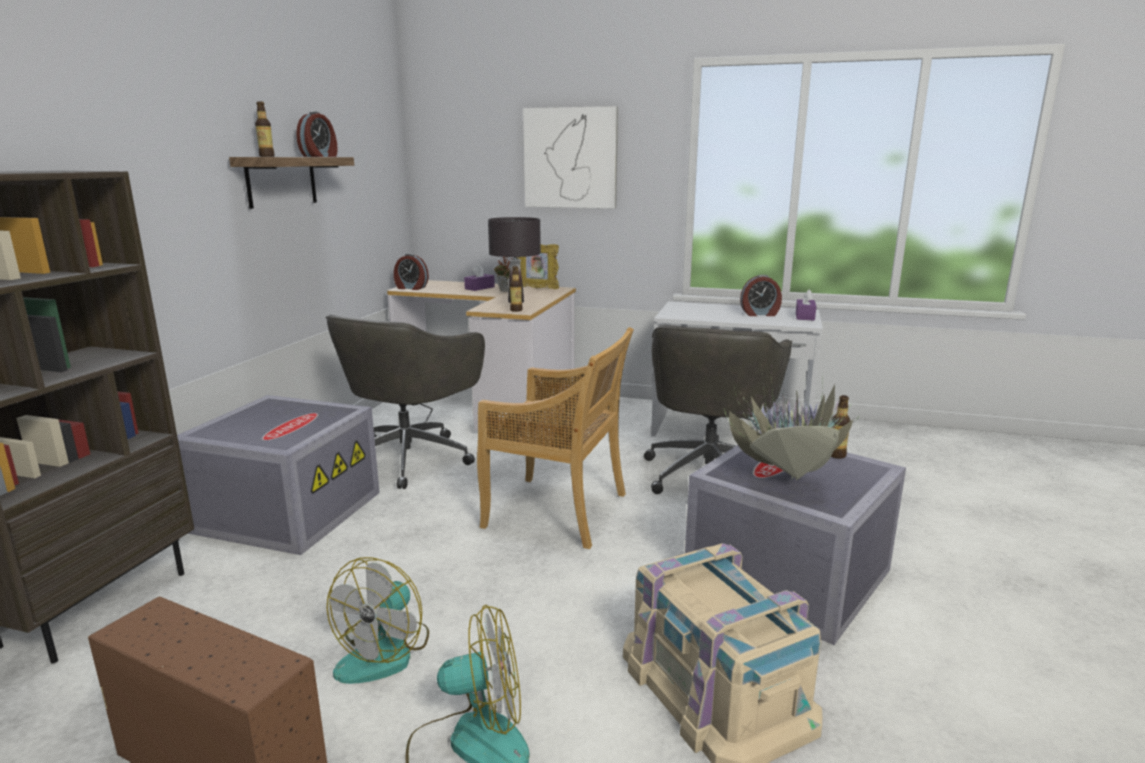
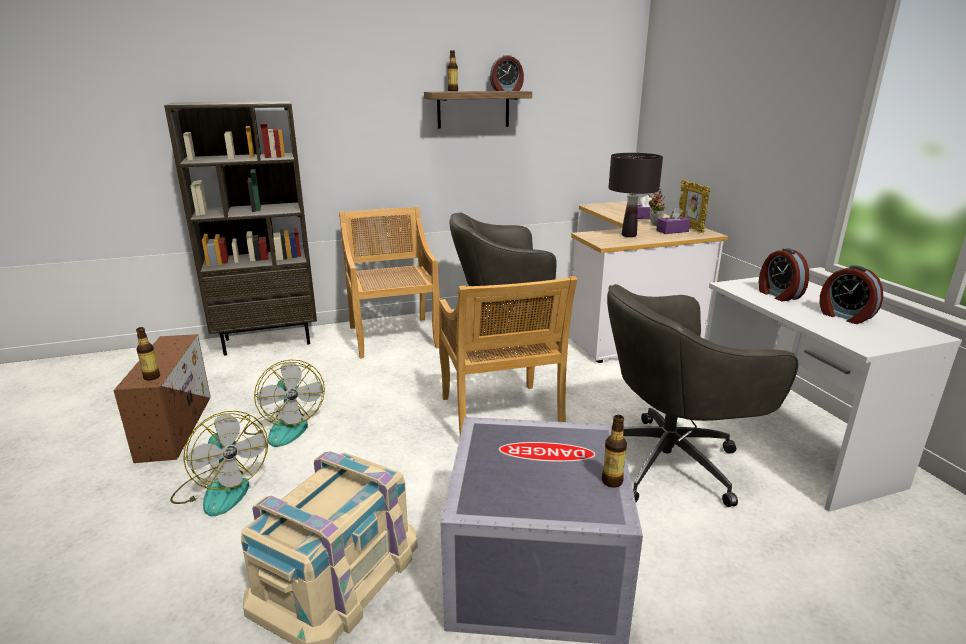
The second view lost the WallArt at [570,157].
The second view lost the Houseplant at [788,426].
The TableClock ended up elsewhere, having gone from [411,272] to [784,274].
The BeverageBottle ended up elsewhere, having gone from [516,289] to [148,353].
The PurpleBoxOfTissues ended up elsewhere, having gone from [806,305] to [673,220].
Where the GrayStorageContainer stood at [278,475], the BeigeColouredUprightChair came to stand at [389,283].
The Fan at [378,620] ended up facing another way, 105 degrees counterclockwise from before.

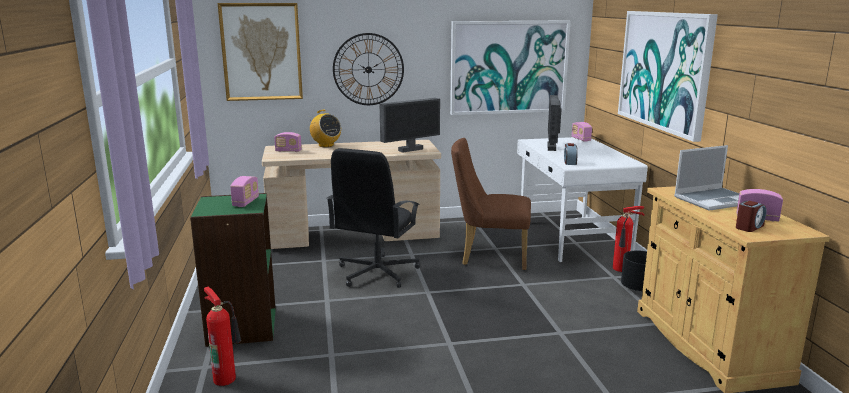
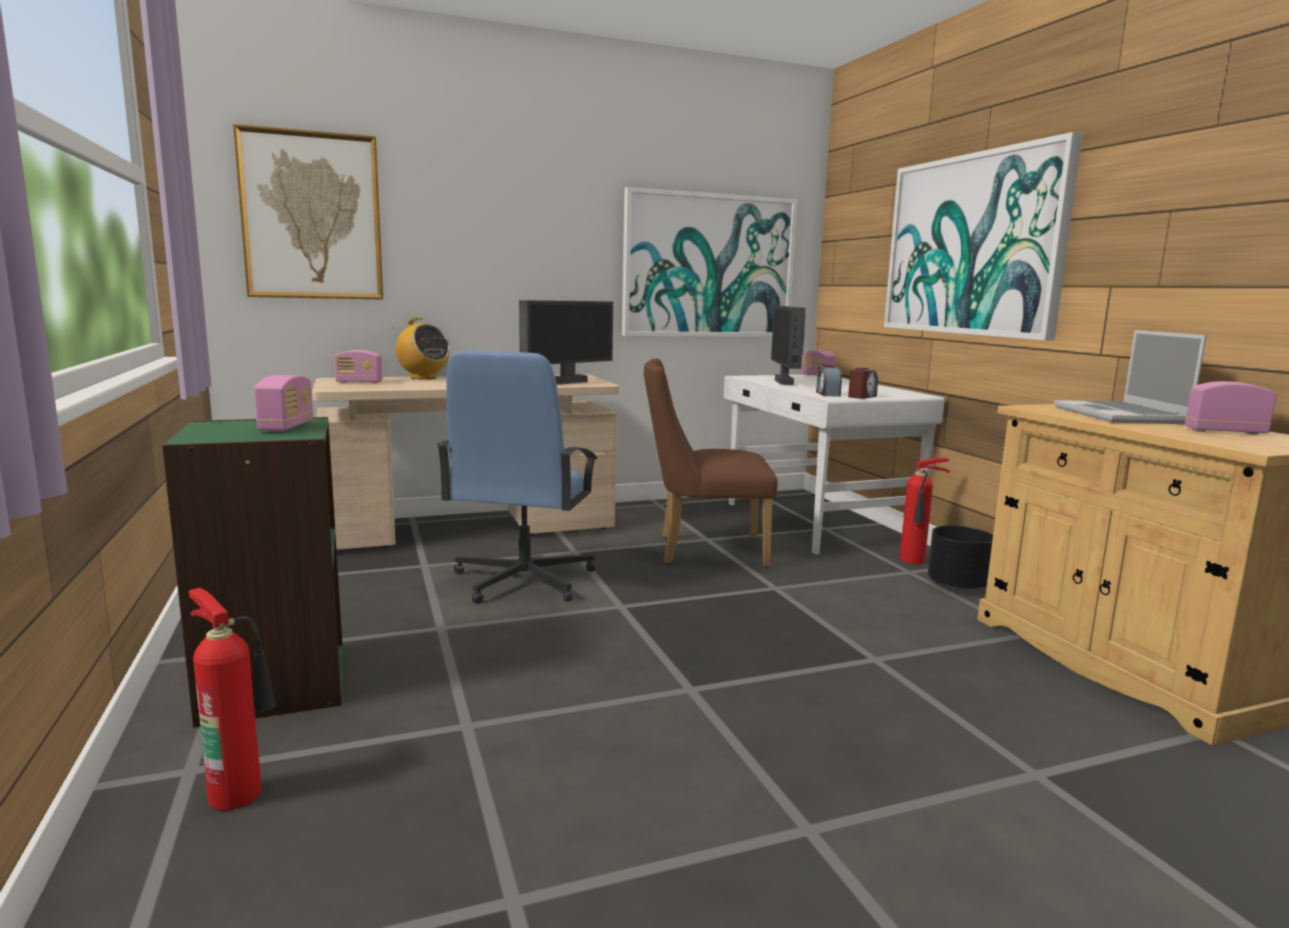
The second view lost the HangingClock at [368,69].
The TableClock ended up elsewhere, having gone from [751,216] to [863,383].
What was the BlackOfficeChair at [373,218] turned into the BlueColouredOfficeChair at [517,477].
The NotebookComputer at [706,178] ended up facing another way, 120 degrees clockwise from before.

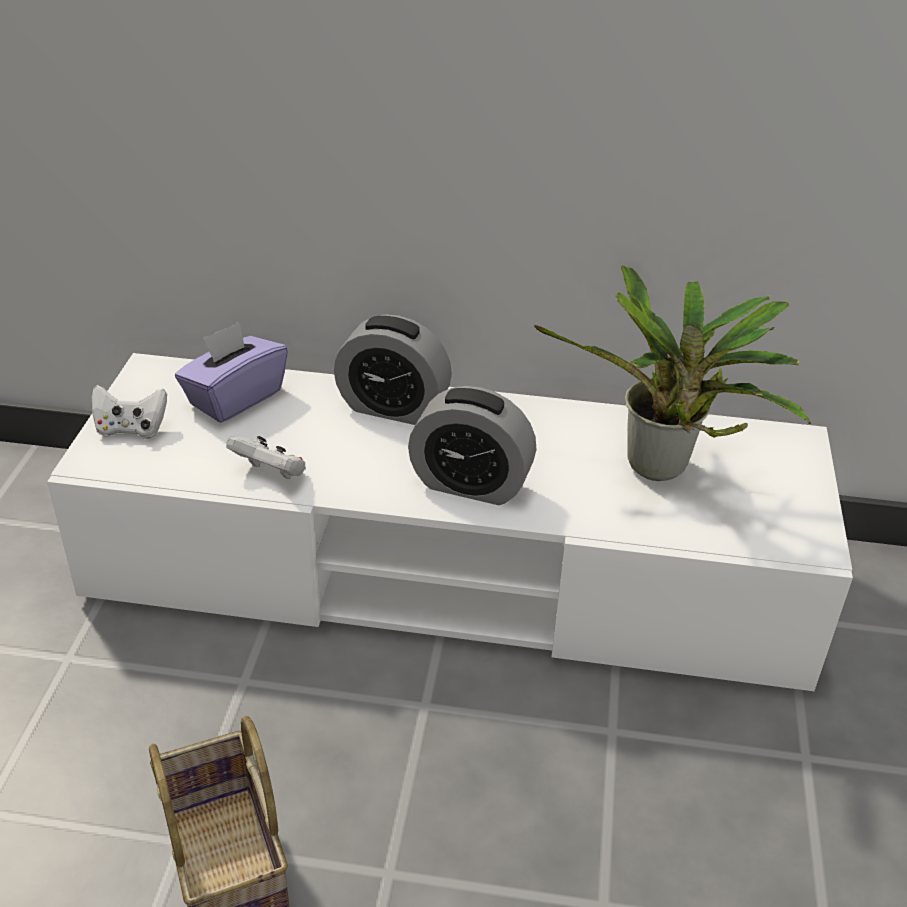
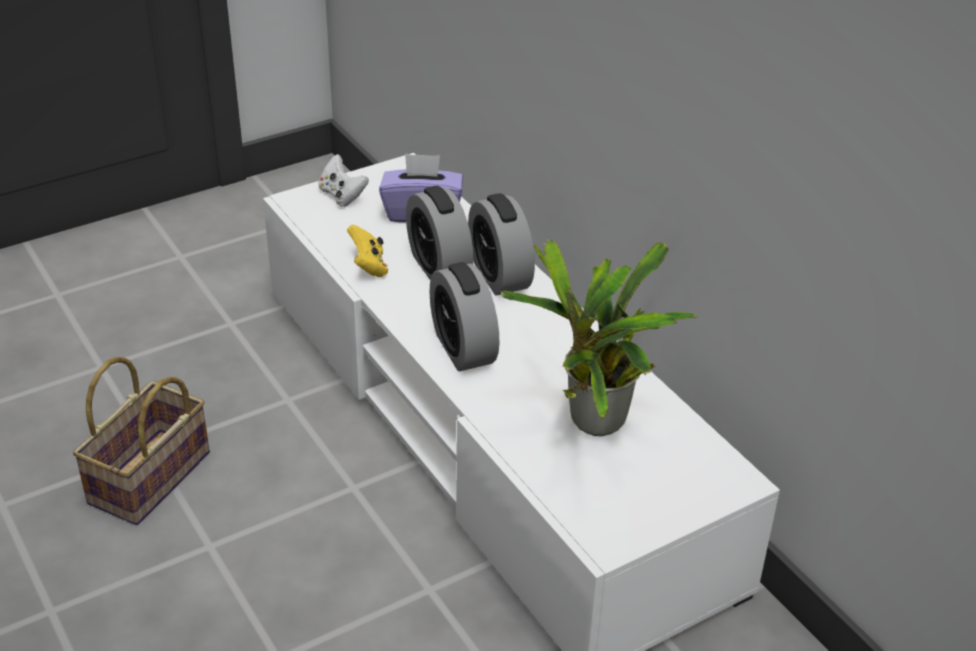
The second view gained the TableClock at [439,233].
What was the WhiteColouredGameController at [266,457] turned into the YellowColouredGameController at [367,251].

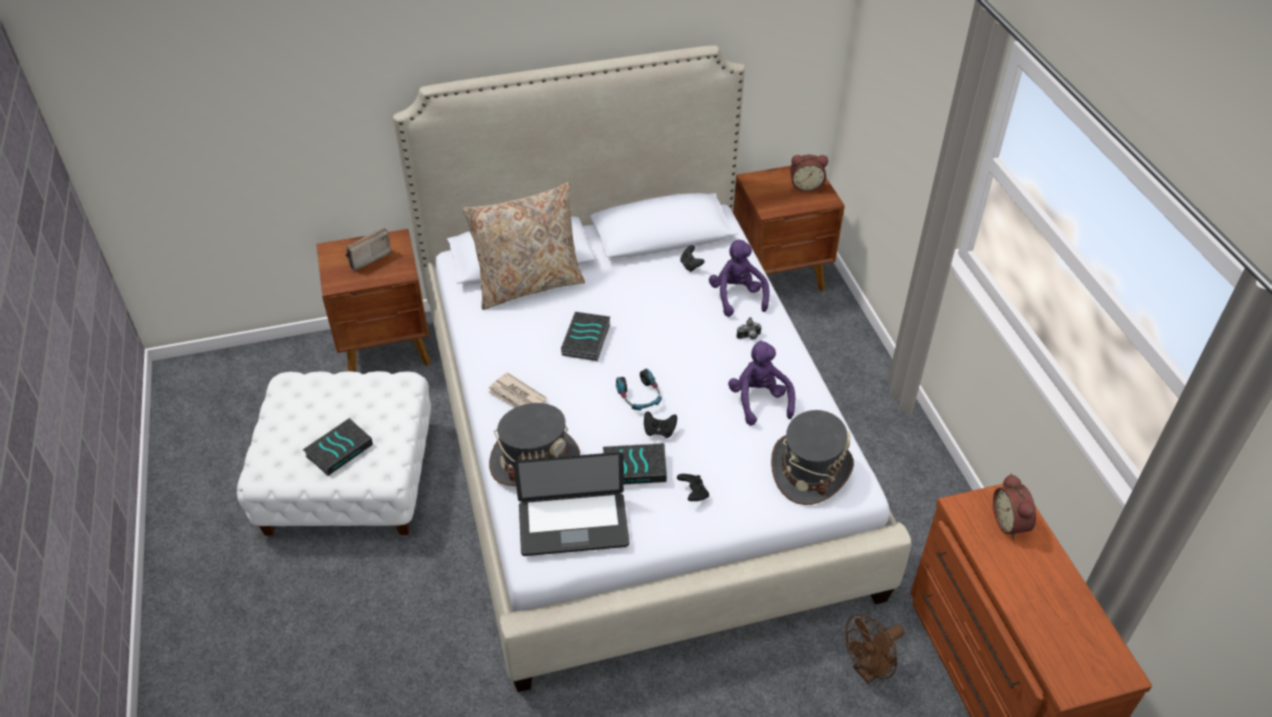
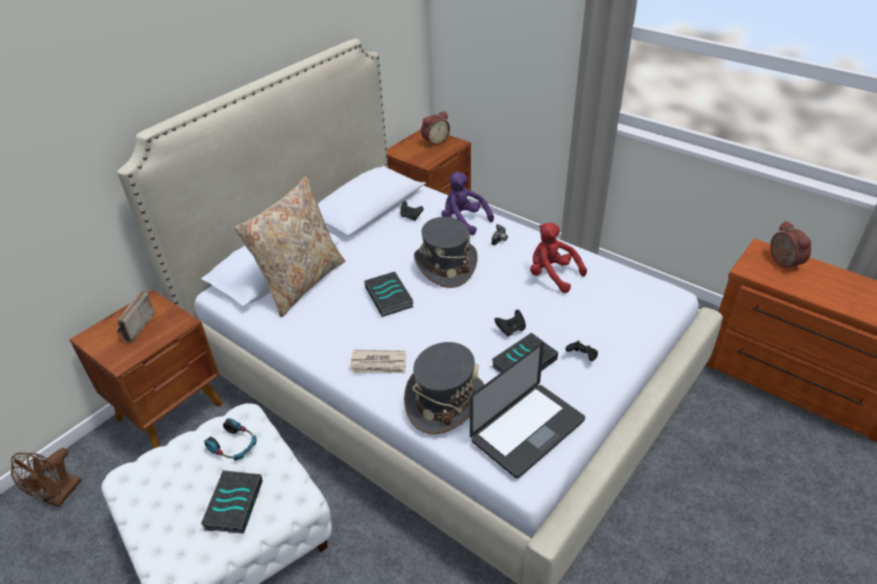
The PairOfHeadphones ended up elsewhere, having gone from [639,390] to [230,439].
The GrayWearableHat ended up elsewhere, having gone from [812,457] to [445,252].
The BrownishFan ended up elsewhere, having gone from [875,648] to [46,477].
What was the PurpleSoftToy at [761,383] turned into the ReddishSoftToy at [558,257].
The TableClock at [1014,506] ended up facing another way, 150 degrees counterclockwise from before.

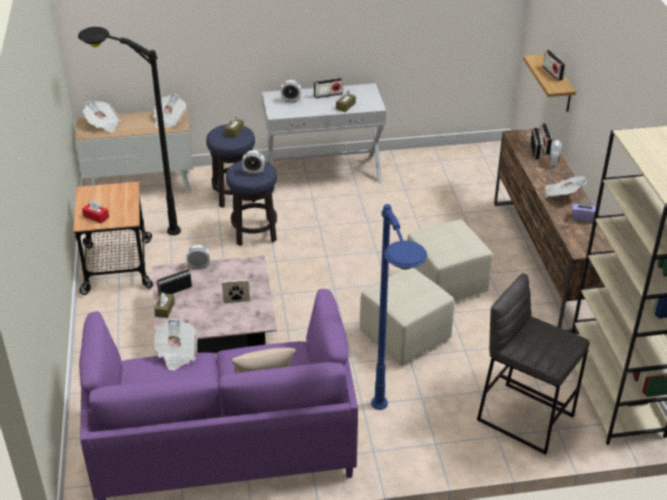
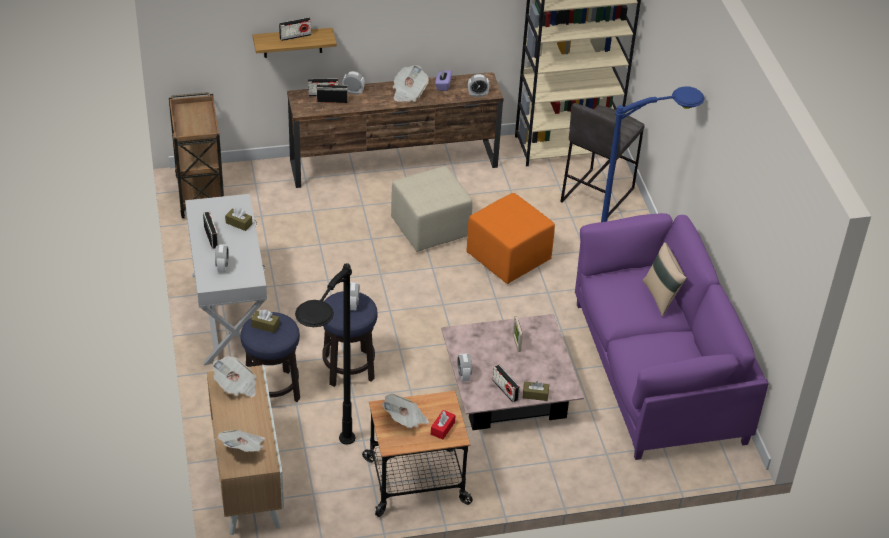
The second view gained the BrownishCart at [196,155].
The second view gained the TableClock at [479,85].
The PrintedPaper ended up elsewhere, having gone from [175,344] to [405,411].
What was the BeigeColouredPouffe at [407,316] turned into the OrangeyPouffe at [510,238].

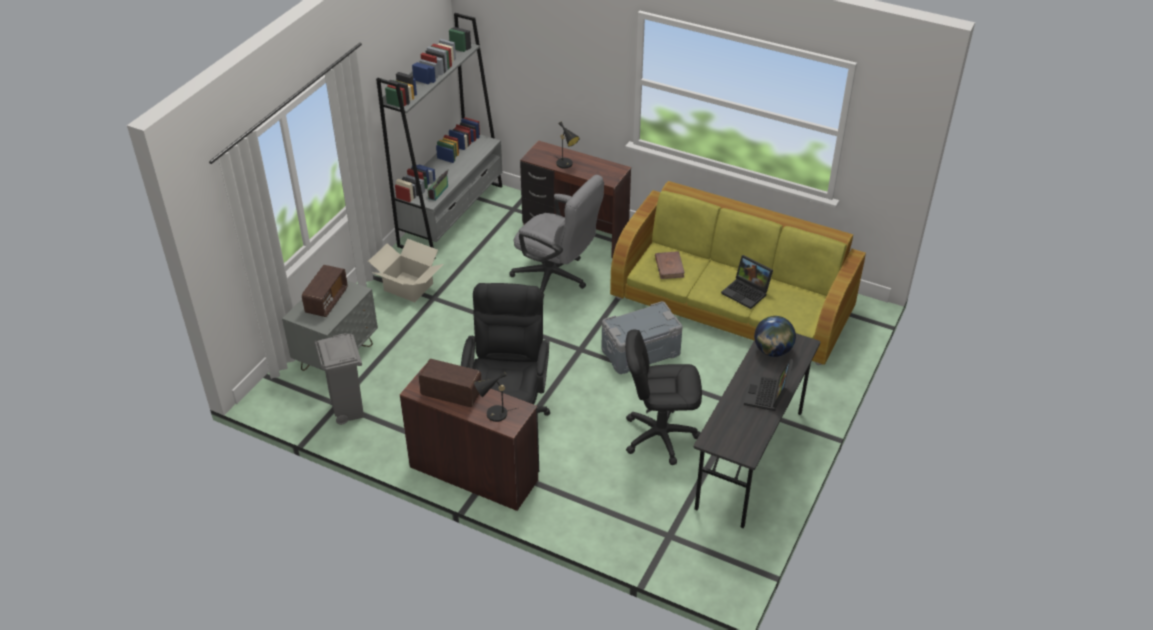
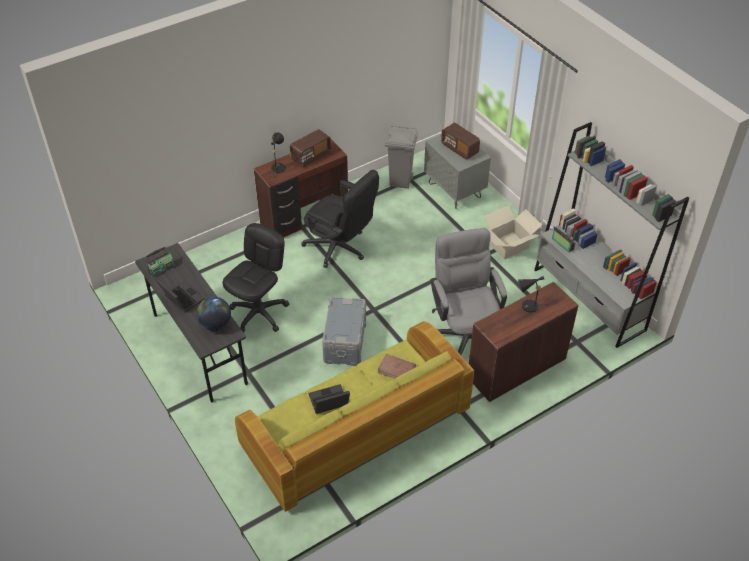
The second view gained the RadioReceiver at [160,261].
The GrayOfficeChair at [556,236] ended up facing another way, 105 degrees clockwise from before.

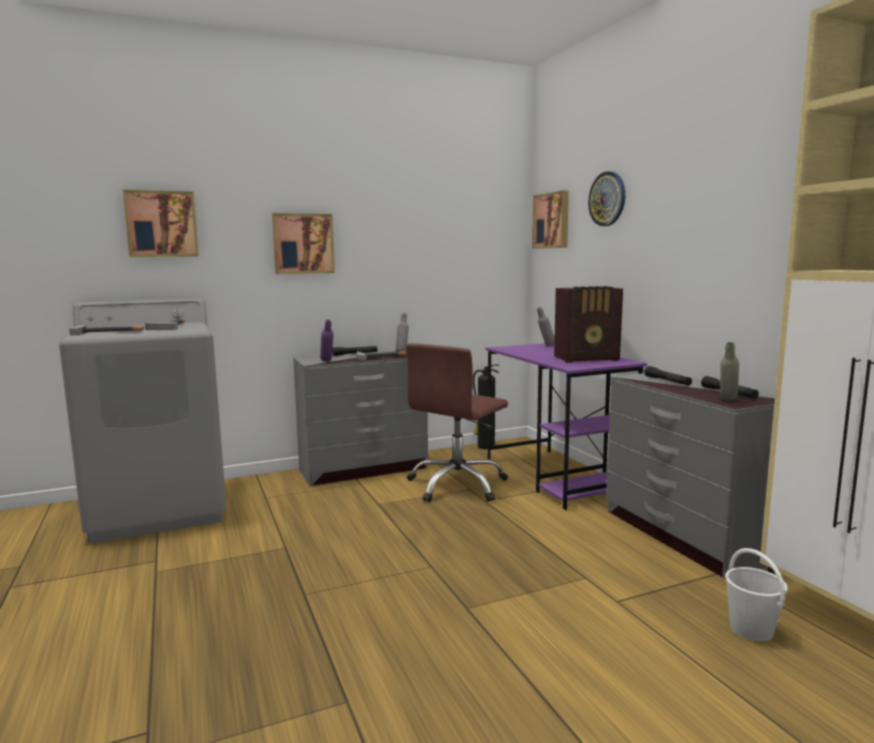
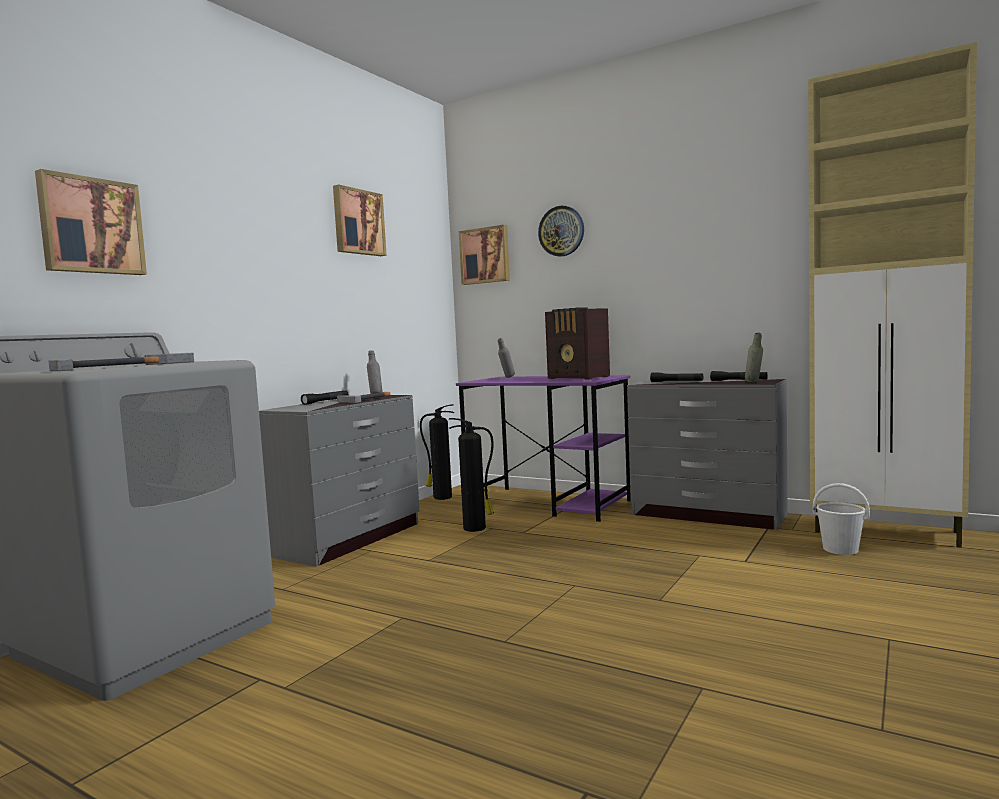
The second view lost the PurpleBeverageBottle at [327,340].
The WallArt ended up elsewhere, having gone from [303,243] to [360,220].
Where the BrownishOfficeChair stood at [457,422], the Extinguisher came to stand at [471,475].
The RadioReceiver at [588,324] ended up facing another way, 90 degrees clockwise from before.

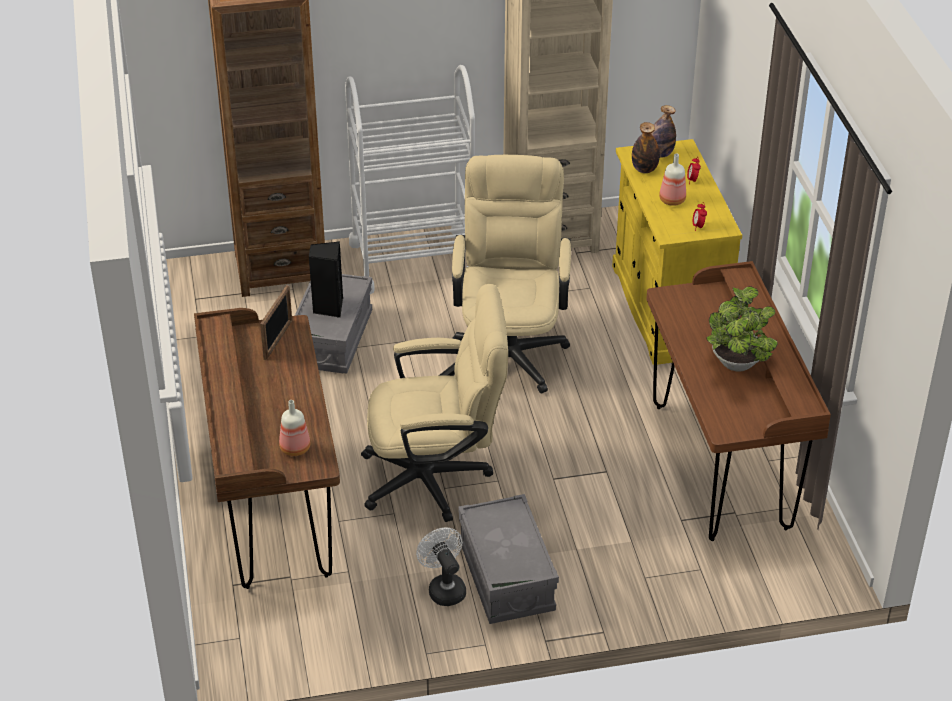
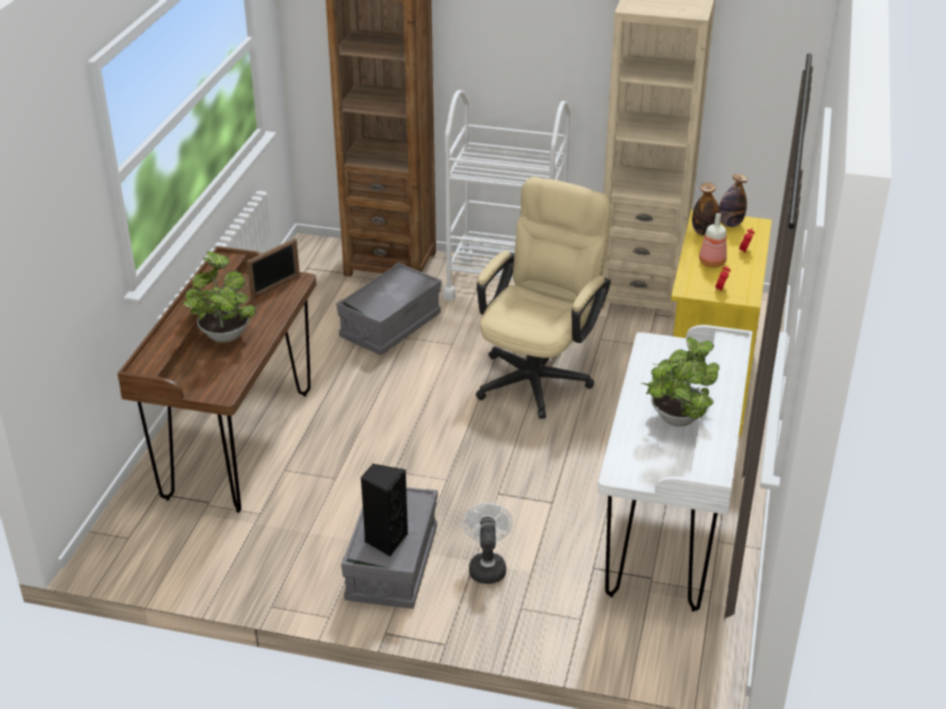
The second view lost the BeverageBottle at [294,428].
The second view lost the BeigeColouredOfficeChair at [434,403].
The second view gained the Houseplant at [219,297].
The BlackAudioSpeaker ended up elsewhere, having gone from [326,279] to [384,510].
The WhiteColouredFan ended up elsewhere, having gone from [441,566] to [488,543].
What was the BrownishDeskTable at [738,401] turned into the WhiteColouredDeskTable at [675,468].

